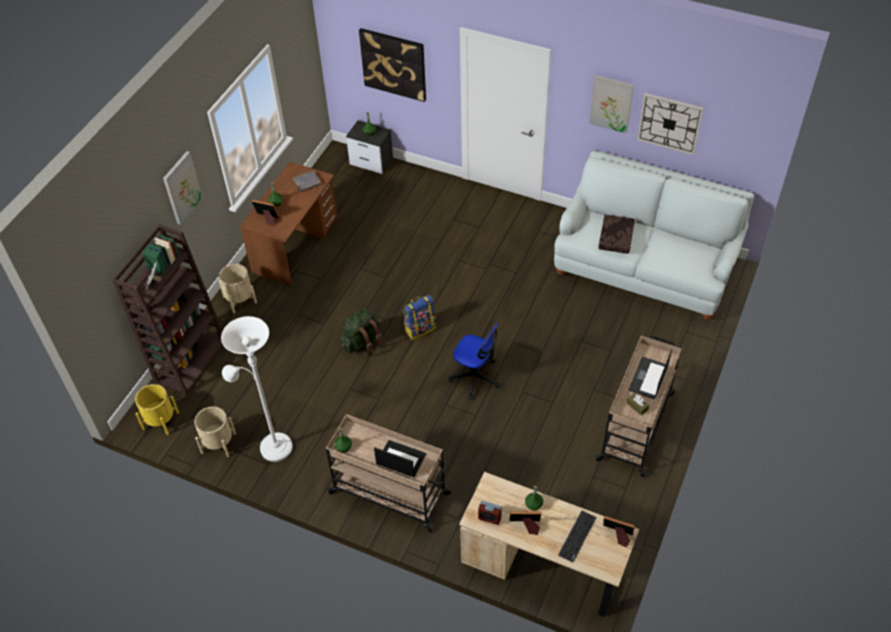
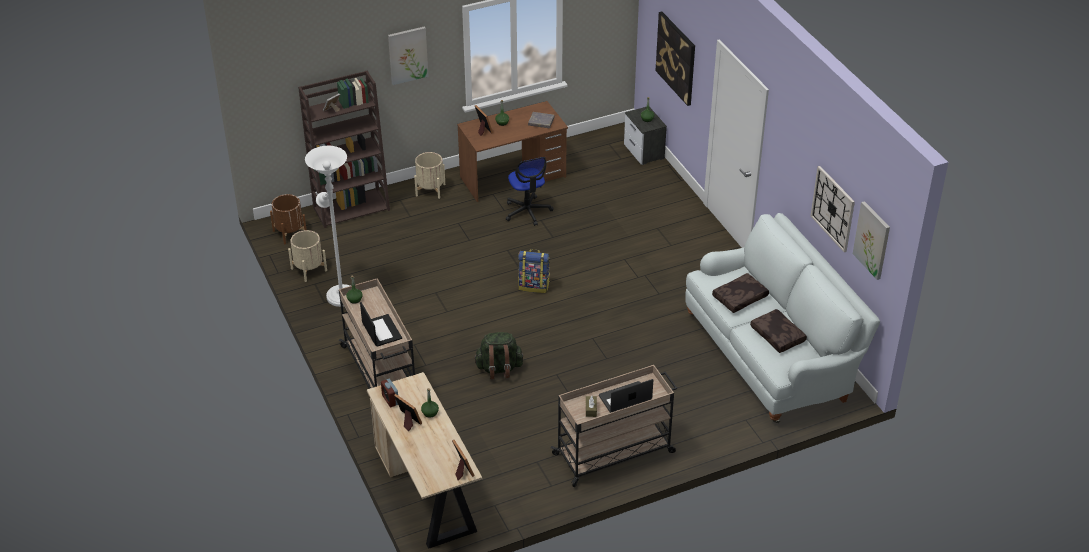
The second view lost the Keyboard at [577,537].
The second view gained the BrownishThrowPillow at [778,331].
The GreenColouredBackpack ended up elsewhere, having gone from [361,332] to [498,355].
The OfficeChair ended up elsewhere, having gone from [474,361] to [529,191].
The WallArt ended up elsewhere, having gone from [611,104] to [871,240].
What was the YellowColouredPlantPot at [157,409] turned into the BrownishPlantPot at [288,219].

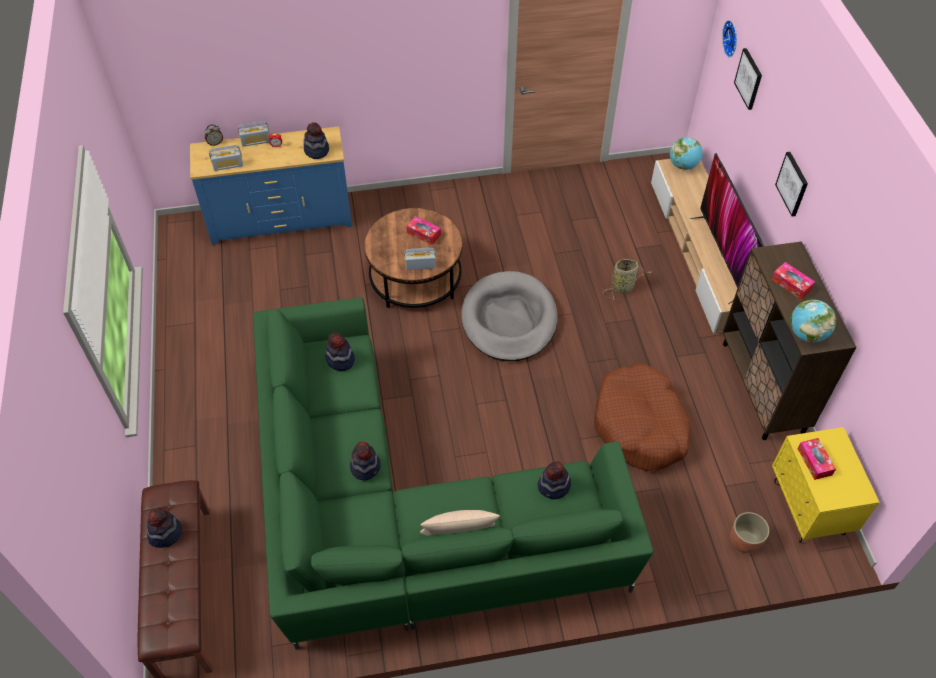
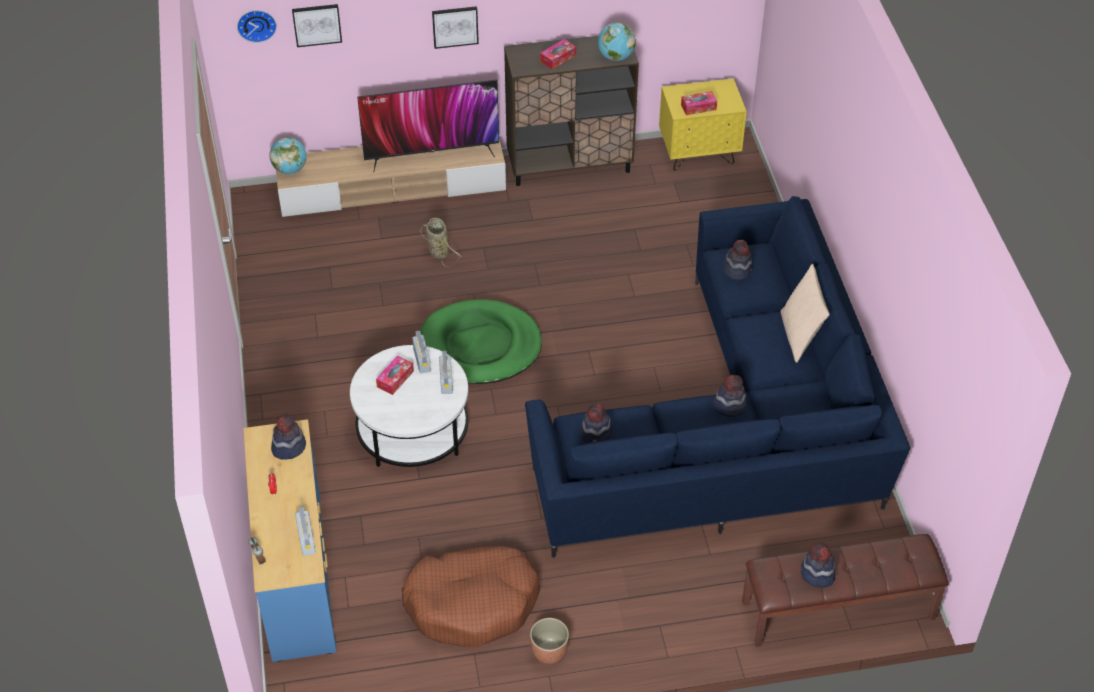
The RadioReceiver ended up elsewhere, having gone from [254,134] to [421,352].
The BrownishPetBed ended up elsewhere, having gone from [642,417] to [471,596].
The PlantPot ended up elsewhere, having gone from [749,533] to [549,641].
What was the GreenColouredSettee at [453,473] turned into the BlueColouredSettee at [717,377].
What was the BrownishCoffeeTable at [413,258] turned into the WhiteColouredCoffeeTable at [409,406].
What was the GrayPetBed at [509,316] turned into the GreenColouredPetBed at [481,341].

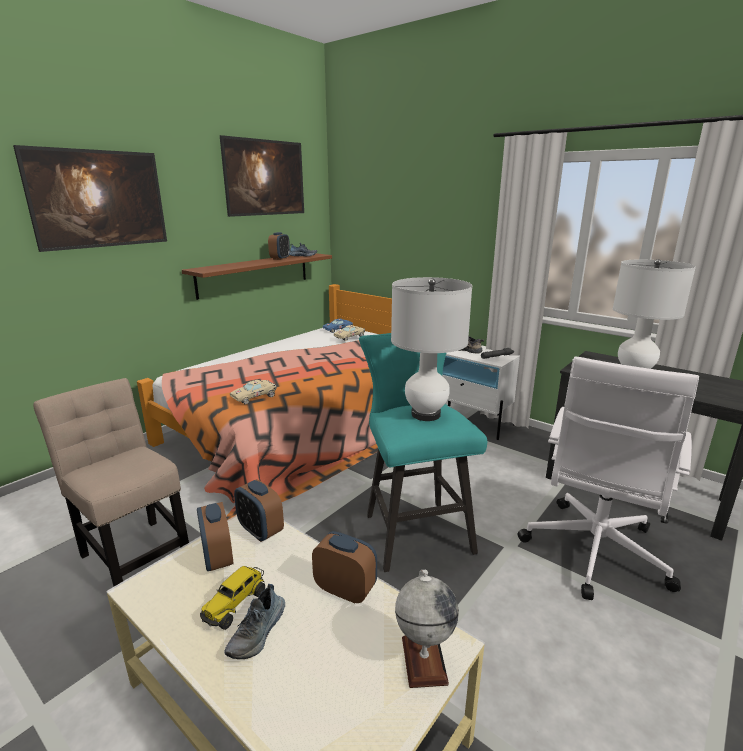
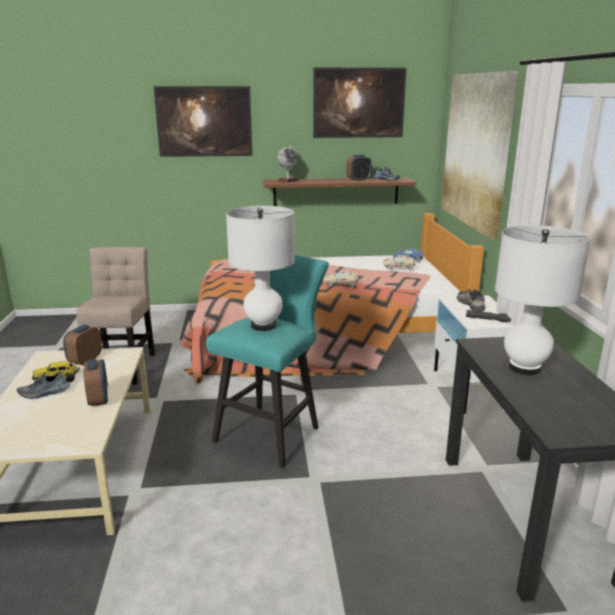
The second view lost the TableClock at [259,510].
The second view lost the WhiteColouredOfficeChair at [608,478].
The second view gained the WallArt at [479,155].
The BeigeColouredMiniatureCar ended up elsewhere, having gone from [253,392] to [341,279].
The WorldGlobe ended up elsewhere, having gone from [427,629] to [288,164].

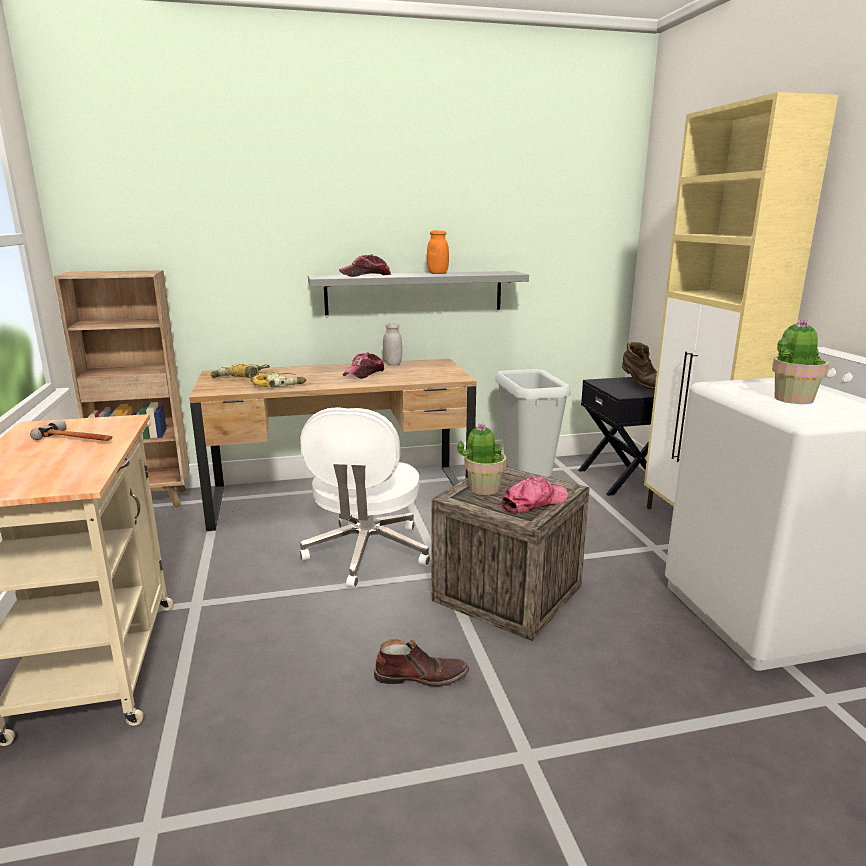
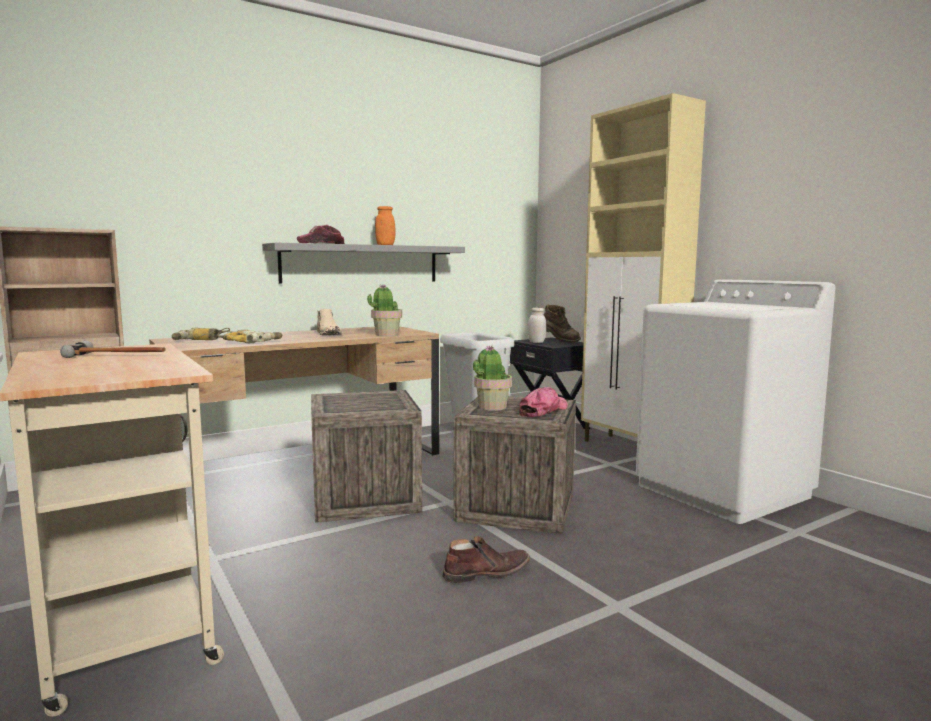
The WhiteColouredJar ended up elsewhere, having gone from [392,344] to [537,325].
The Houseplant ended up elsewhere, having gone from [800,362] to [384,310].
Where the WhiteColouredOfficeChair stood at [365,497], the ShippingCrate came to stand at [366,456].
Where the Cap stood at [364,365], the BeigeColouredHighTopBoot came to stand at [329,322].

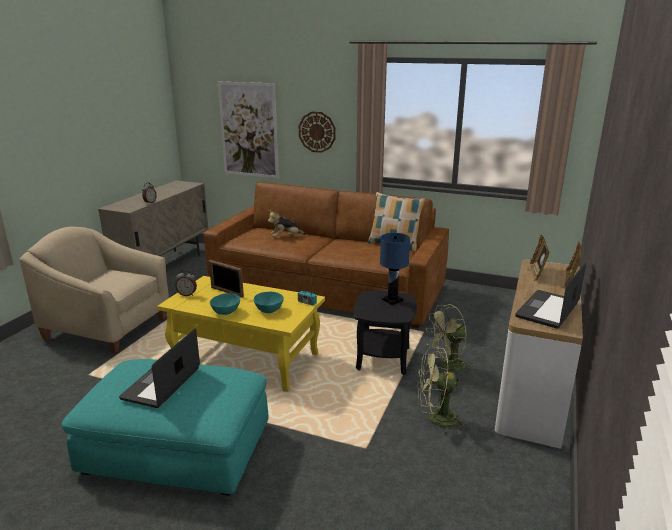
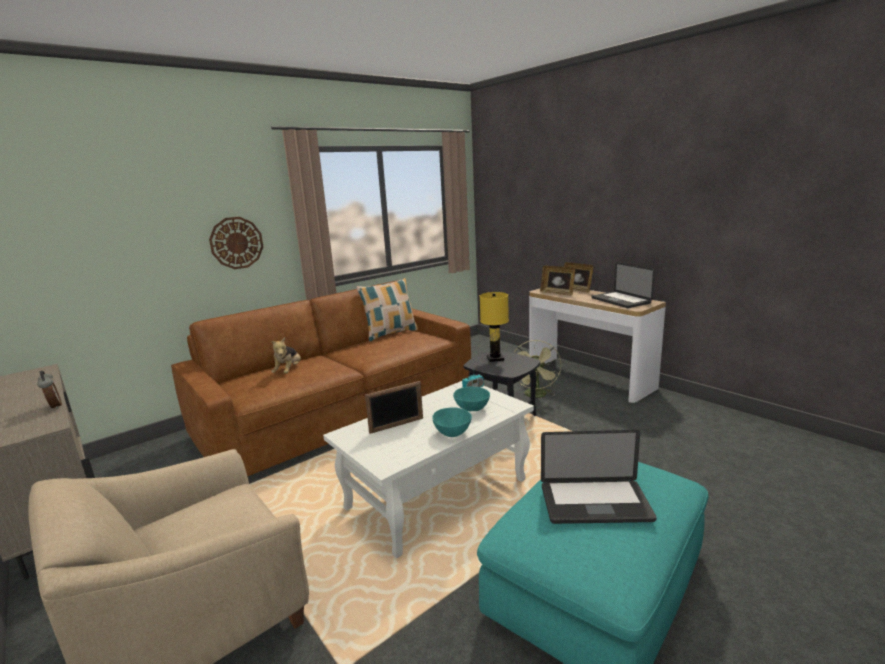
The second view lost the TableClock at [186,283].
The second view lost the WallArt at [248,129].
The second view lost the GreenColouredFan at [442,391].
What was the YellowColouredCoffeeTable at [241,334] turned into the WhiteColouredCoffeeTable at [428,469].
What was the BlueColouredLampForATable at [395,269] turned into the YellowColouredLampForATable at [494,327].
The NotebookComputer at [159,368] ended up facing another way, 45 degrees counterclockwise from before.

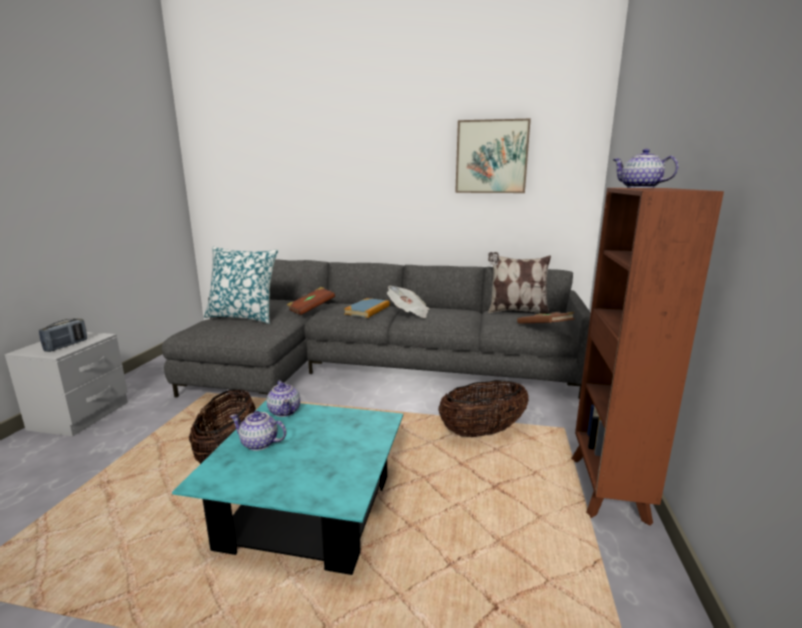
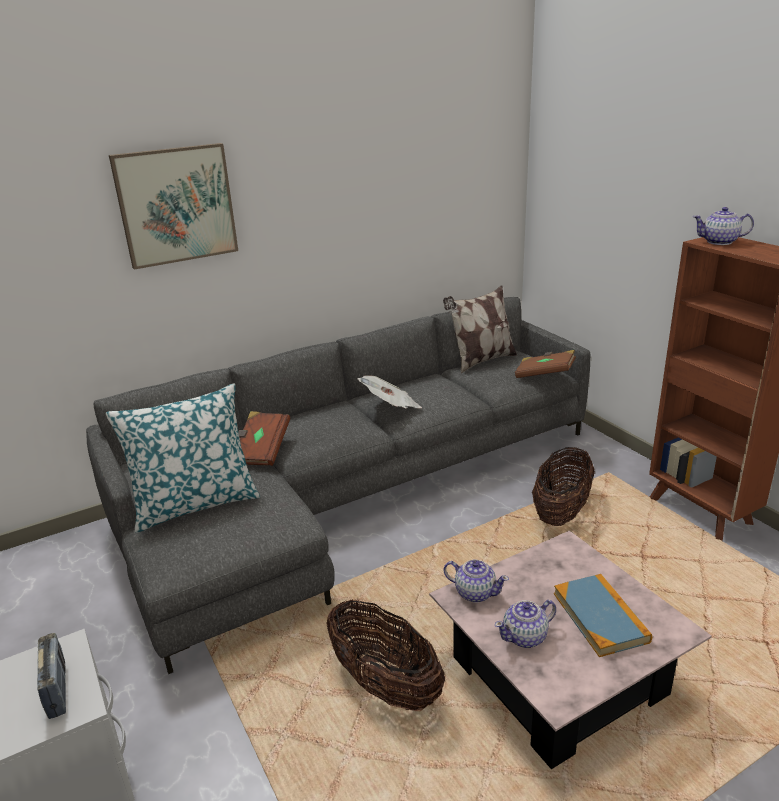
The BoundBook ended up elsewhere, having gone from [367,308] to [603,615].
The WallArt ended up elsewhere, having gone from [493,156] to [173,206].
What was the TurquoiseColouredCoffeeTable at [287,487] turned into the PinkColouredCoffeeTable at [570,650].

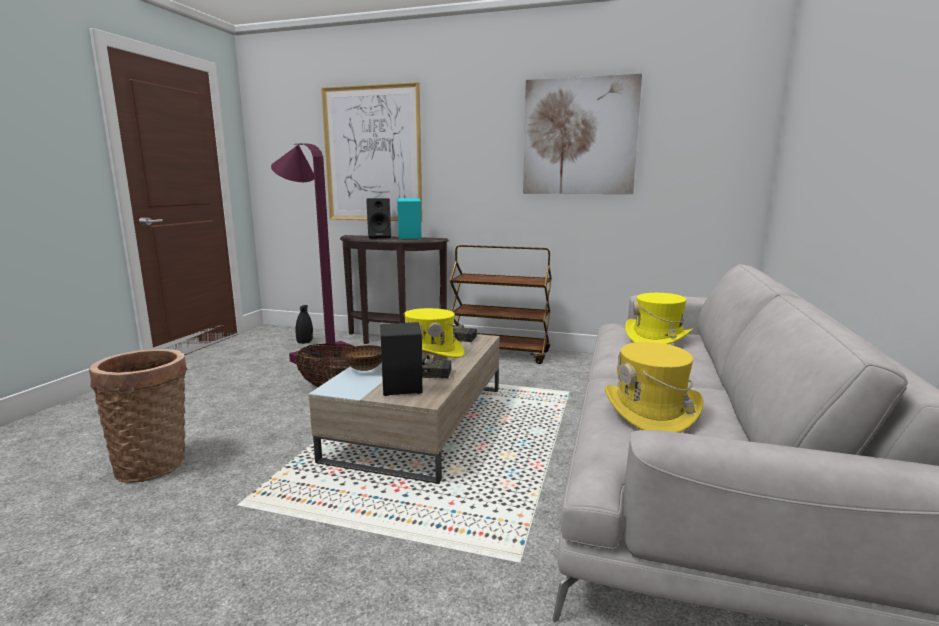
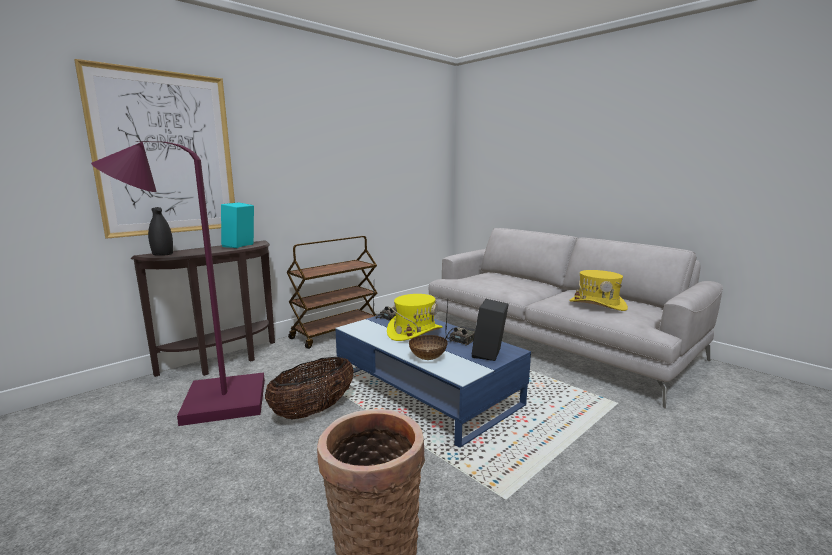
The second view lost the BlackAudioSpeaker at [378,218].
The second view lost the WallArt at [582,134].
The second view lost the YellowColouredWearableHat at [659,318].
The BlackDecorativeVase ended up elsewhere, having gone from [304,324] to [160,231].
What was the BeigeColouredCoffeeTable at [404,409] turned into the BlueColouredCoffeeTable at [433,381].

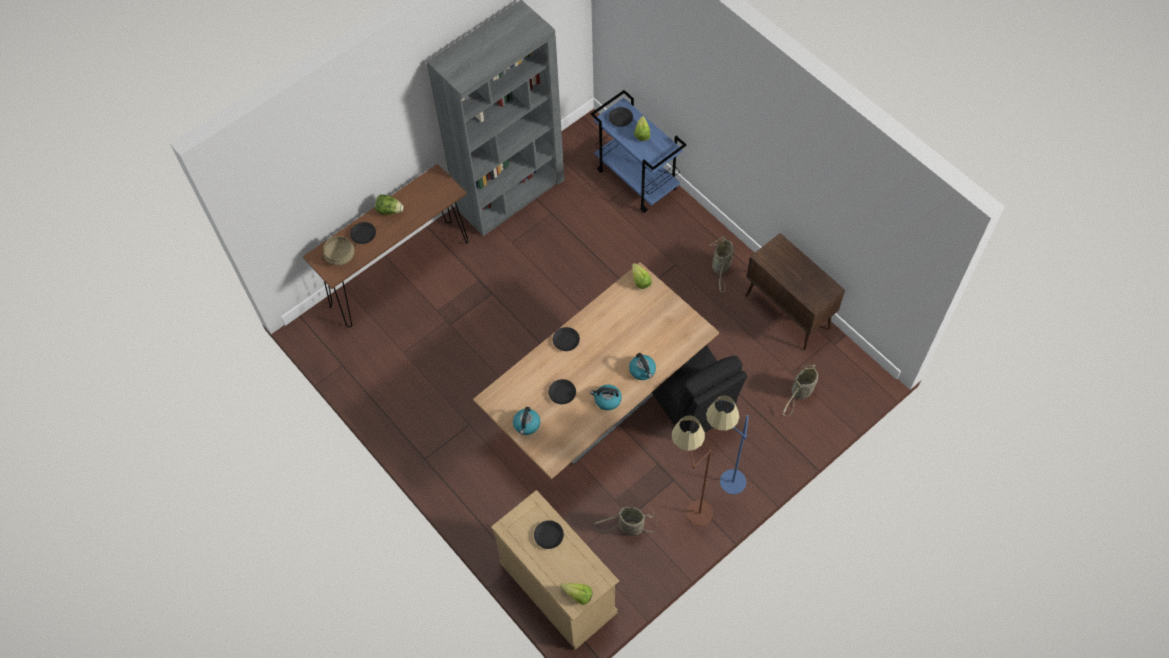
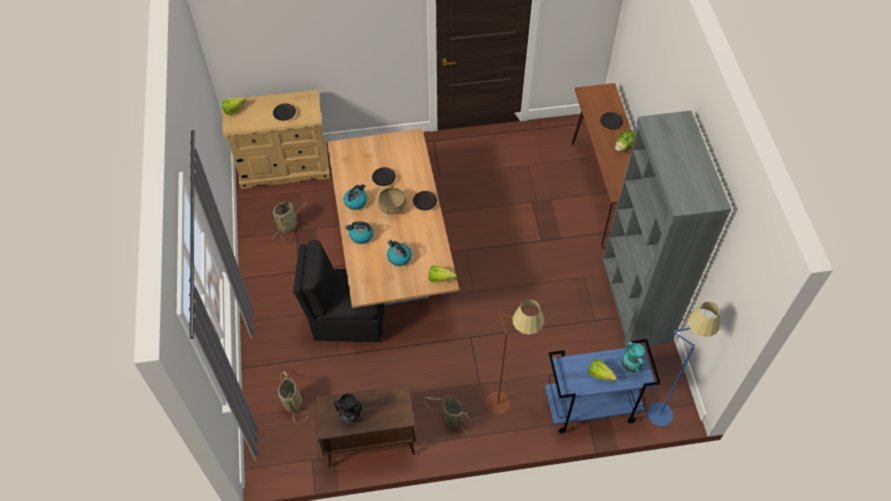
The second view gained the BlackDecorativeVase at [348,408].
The BeigeColouredSaucepot ended up elsewhere, having gone from [339,251] to [392,200].
The TeaKettle ended up elsewhere, having gone from [526,421] to [399,253].
The BrownishFloorLamp ended up elsewhere, having gone from [692,470] to [515,357].
The BlueColouredFloorLamp ended up elsewhere, having gone from [727,444] to [684,364].
Where the BlackFlatDish stood at [621,117], the TurquoiseColouredDecorativeVase came to stand at [632,357].

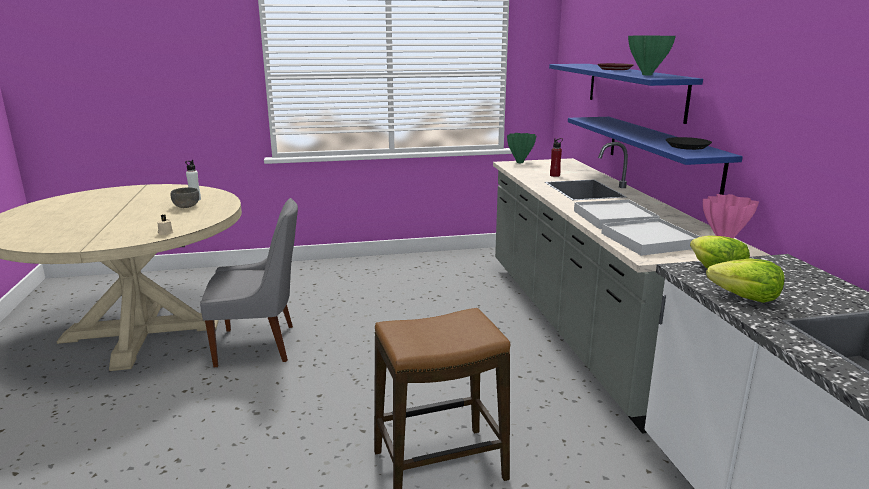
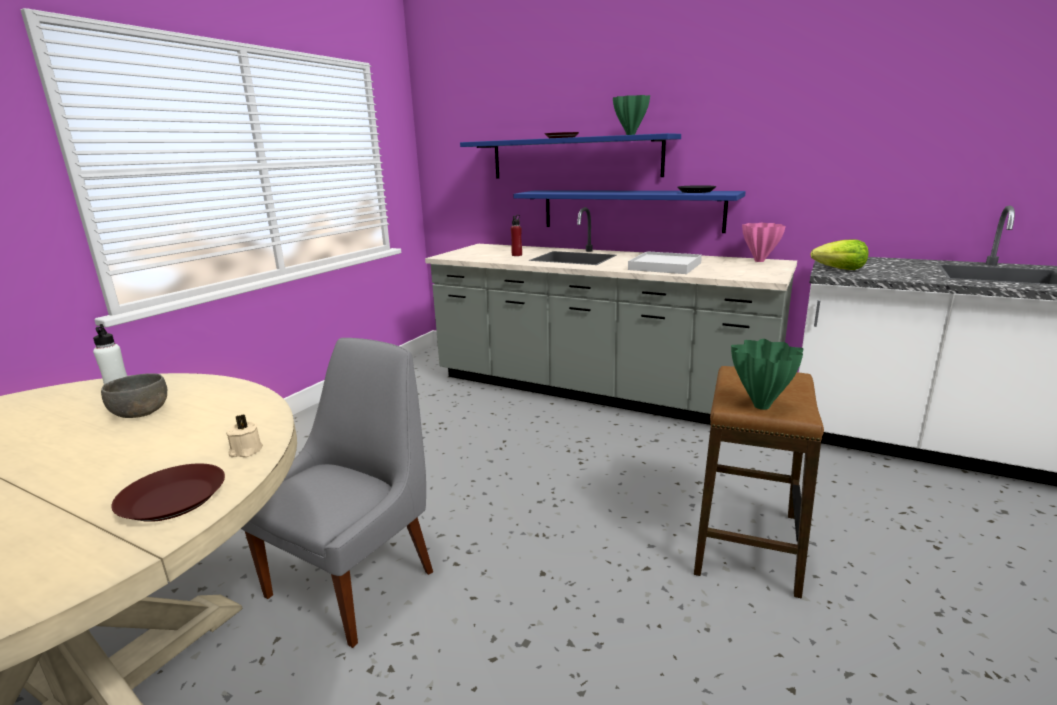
The second view lost the WhiteColouredTray at [650,237].
The second view lost the LettuceHead at [745,280].
The second view gained the BrownishFlatDish at [168,493].
The GreenColouredDecorativeVase ended up elsewhere, having gone from [521,148] to [767,374].

